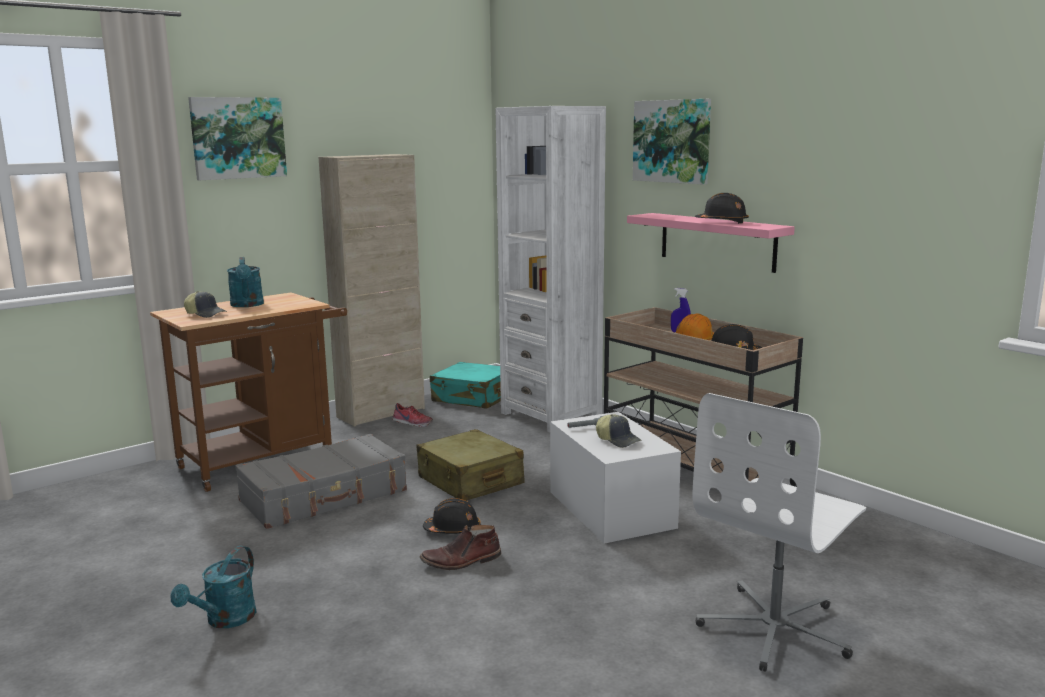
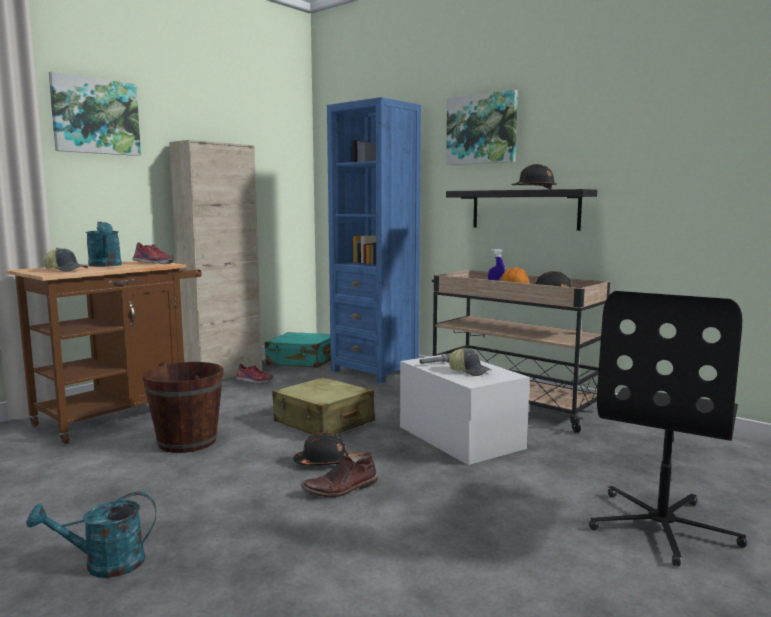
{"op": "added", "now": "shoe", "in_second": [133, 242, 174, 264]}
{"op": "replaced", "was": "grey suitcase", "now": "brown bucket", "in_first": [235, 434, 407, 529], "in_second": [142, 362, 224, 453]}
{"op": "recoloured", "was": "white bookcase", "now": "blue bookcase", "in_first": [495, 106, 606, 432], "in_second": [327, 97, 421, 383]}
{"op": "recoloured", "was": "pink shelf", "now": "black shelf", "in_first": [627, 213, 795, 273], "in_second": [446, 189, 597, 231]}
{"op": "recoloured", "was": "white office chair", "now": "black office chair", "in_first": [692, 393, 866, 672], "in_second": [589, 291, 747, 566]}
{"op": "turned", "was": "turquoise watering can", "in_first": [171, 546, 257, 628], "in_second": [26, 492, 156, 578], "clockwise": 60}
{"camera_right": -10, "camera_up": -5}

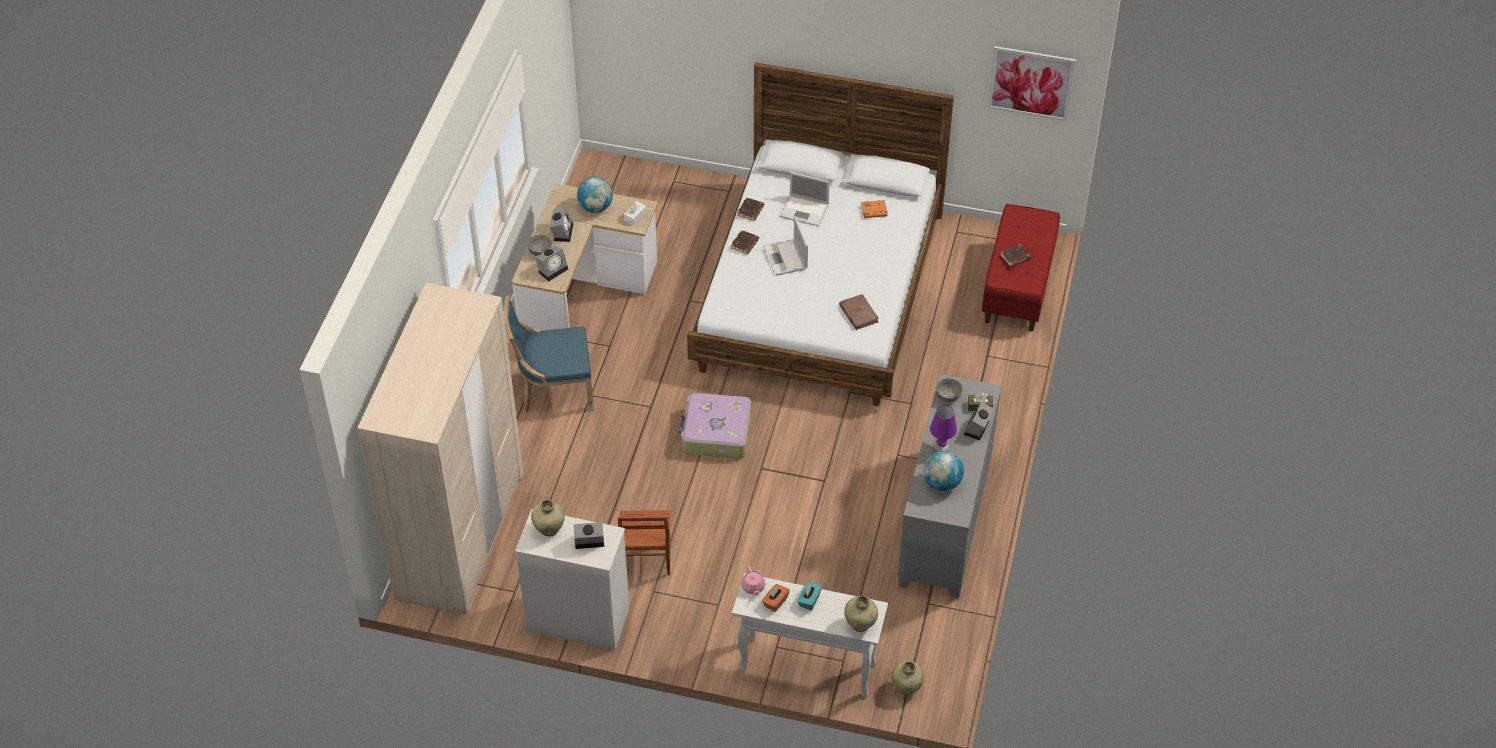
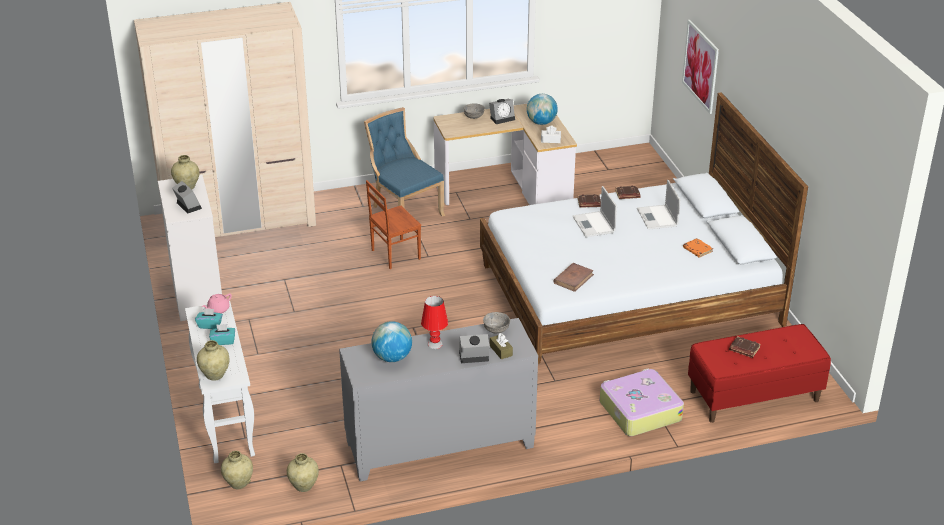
{"op": "removed", "was": "alarm clock", "in_first": [535, 245, 568, 281]}
{"op": "added", "now": "beige vase", "in_second": [287, 453, 319, 492]}
{"op": "moved", "was": "brown chair", "in_first": [618, 510, 671, 575], "in_second": [366, 180, 421, 269]}
{"op": "moved", "was": "suitcase", "in_first": [678, 393, 751, 459], "in_second": [600, 368, 684, 436]}
{"op": "moved", "was": "picture", "in_first": [987, 46, 1076, 122], "in_second": [682, 20, 719, 114]}
{"op": "recoloured", "was": "orange tissue box", "now": "turquoise tissue box", "in_first": [762, 584, 790, 612], "in_second": [195, 308, 223, 329]}
{"op": "recoloured", "was": "purple table lamp", "now": "red table lamp", "in_first": [930, 405, 957, 451], "in_second": [421, 296, 448, 349]}
{"op": "turned", "was": "laptop", "in_first": [763, 217, 808, 276], "in_second": [573, 186, 617, 237], "clockwise": -60}
{"camera_right": 60, "camera_up": -15}

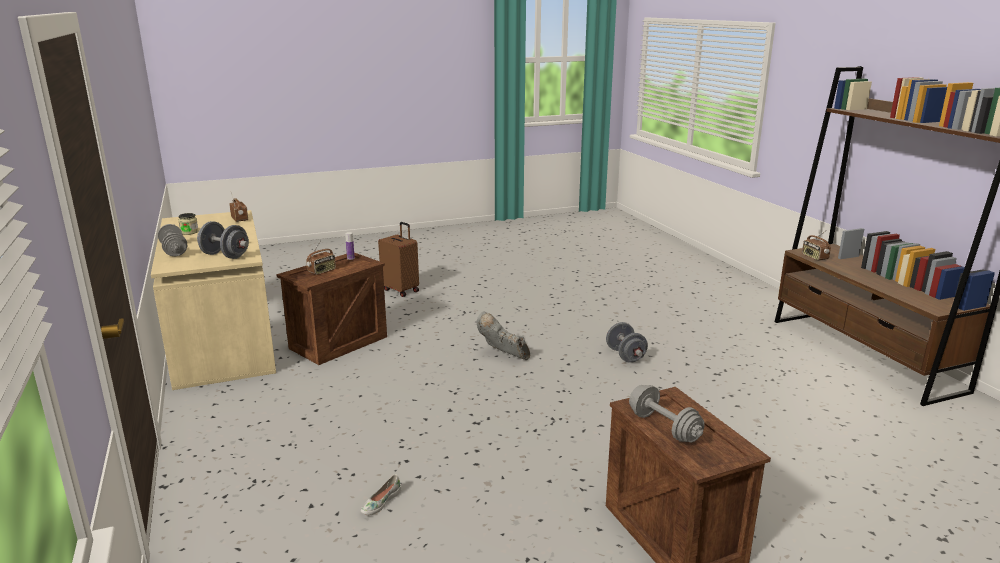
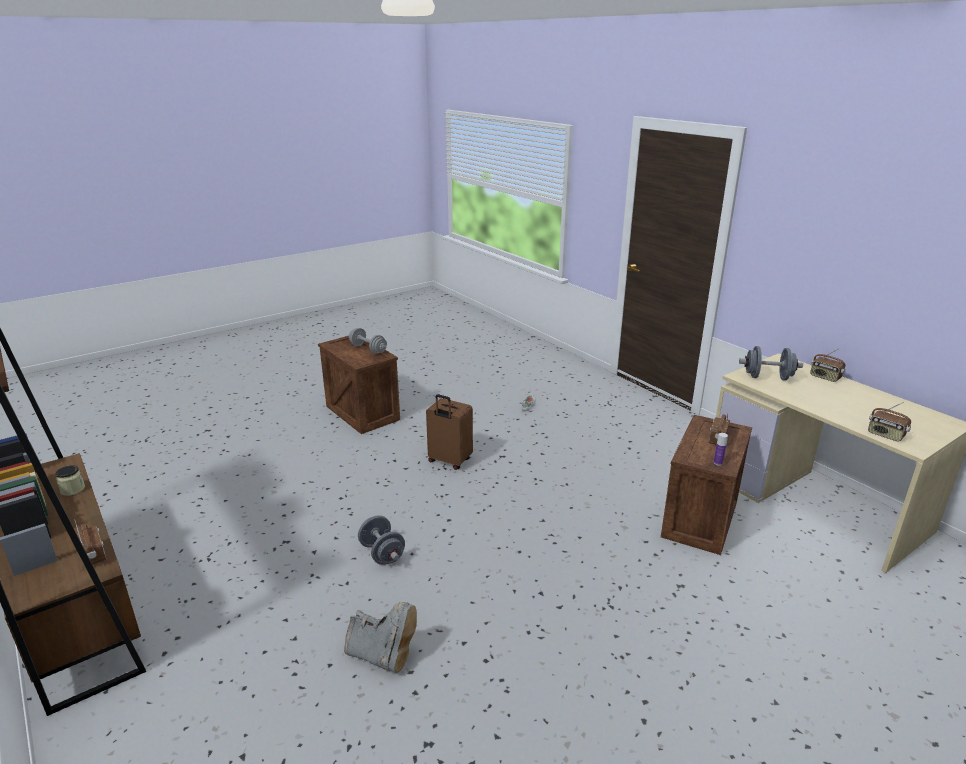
{"op": "moved", "was": "jar", "in_first": [178, 213, 199, 235], "in_second": [55, 465, 85, 496]}
{"op": "moved", "was": "brown suitcase", "in_first": [378, 222, 419, 297], "in_second": [426, 394, 473, 470]}
{"op": "moved", "was": "grey boot", "in_first": [477, 312, 530, 360], "in_second": [344, 602, 417, 673]}
{"op": "replaced", "was": "grey dumbbell", "now": "radio", "in_first": [158, 224, 188, 257], "in_second": [810, 349, 845, 382]}
{"camera_right": 165, "camera_up": 5}

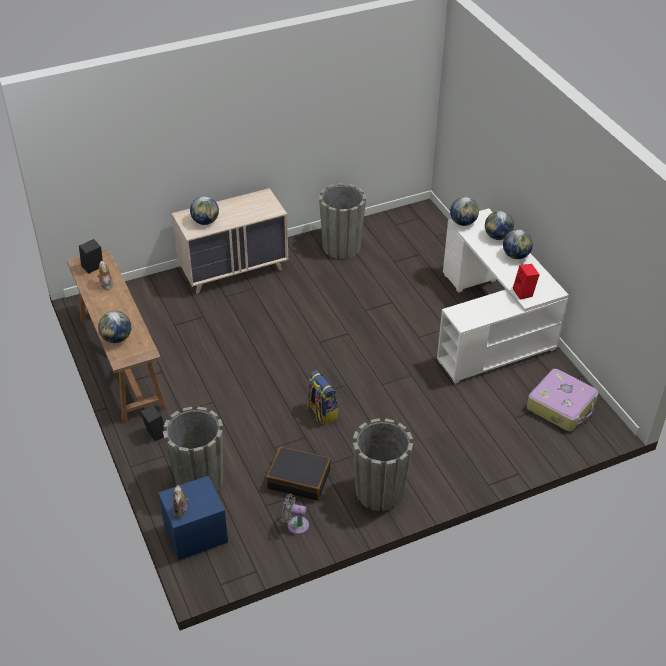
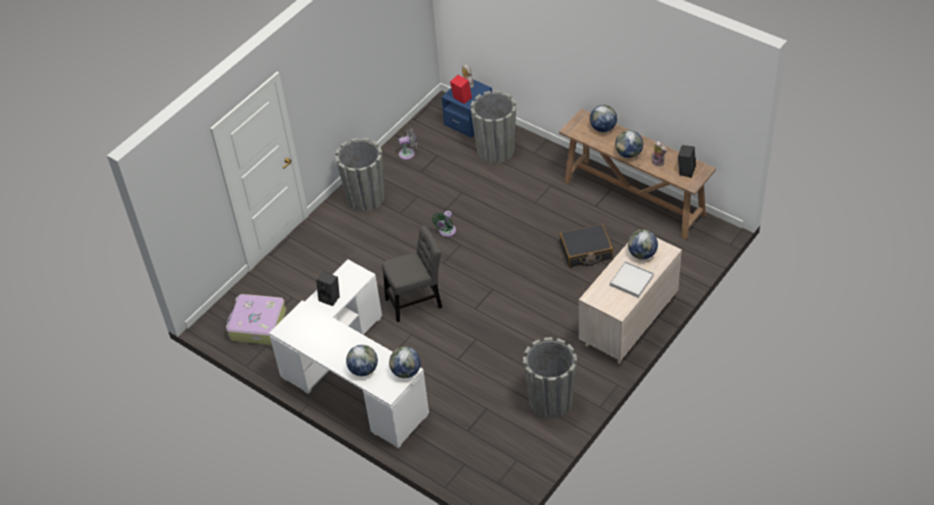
{"op": "added", "now": "grey chair", "in_second": [382, 225, 442, 322]}
{"op": "added", "now": "white tray", "in_second": [610, 261, 654, 298]}
{"op": "moved", "was": "black speaker", "in_first": [140, 405, 164, 441], "in_second": [316, 272, 340, 306]}
{"op": "moved", "was": "black suitcase", "in_first": [266, 447, 331, 501], "in_second": [559, 224, 613, 267]}
{"op": "moved", "was": "globe", "in_first": [503, 229, 533, 259], "in_second": [615, 130, 643, 158]}
{"op": "moved", "was": "red speaker", "in_first": [513, 264, 540, 300], "in_second": [450, 75, 472, 104]}
{"op": "replaced", "was": "backpack", "now": "green fan", "in_first": [307, 370, 338, 425], "in_second": [432, 211, 456, 237]}
{"camera_right": 155, "camera_up": 5}

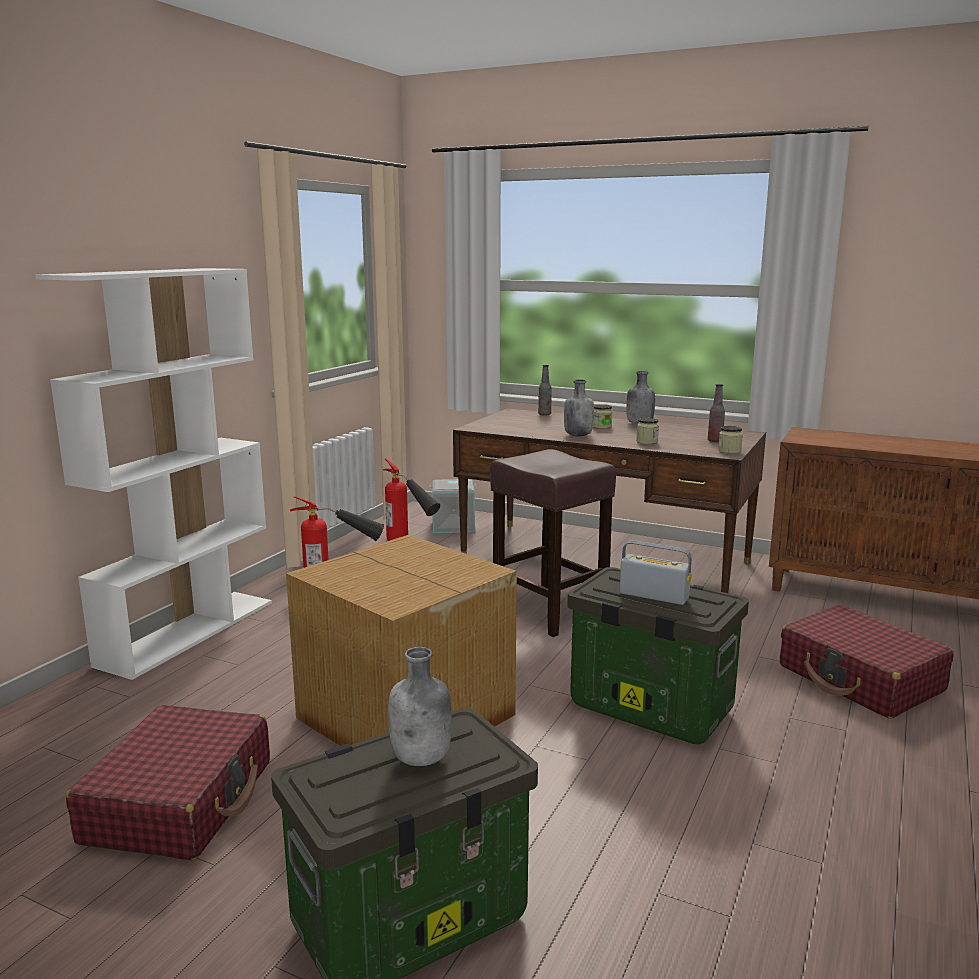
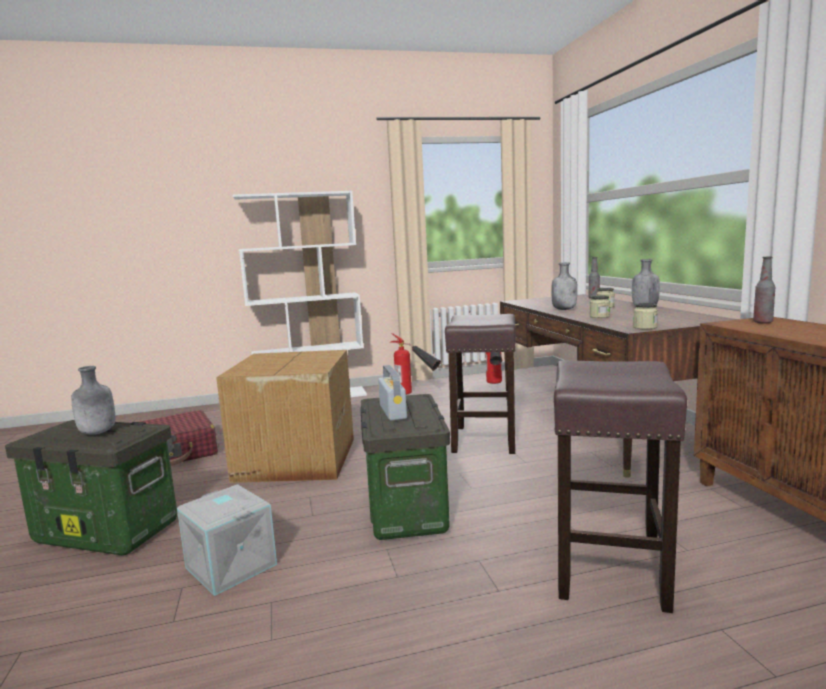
{"op": "moved", "was": "grey storage box", "in_first": [429, 479, 477, 533], "in_second": [177, 484, 277, 596]}
{"op": "moved", "was": "bottle", "in_first": [708, 384, 725, 442], "in_second": [753, 257, 775, 324]}
{"op": "replaced", "was": "red suitcase", "now": "brown stool", "in_first": [780, 605, 954, 719], "in_second": [554, 360, 687, 613]}
{"camera_right": 50, "camera_up": -5}

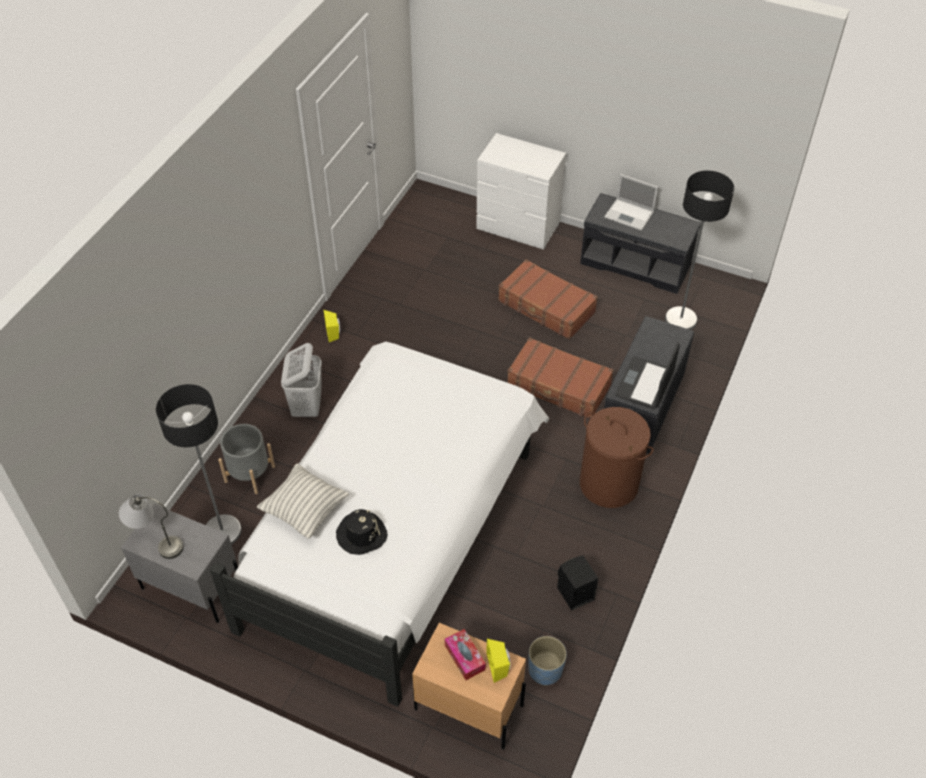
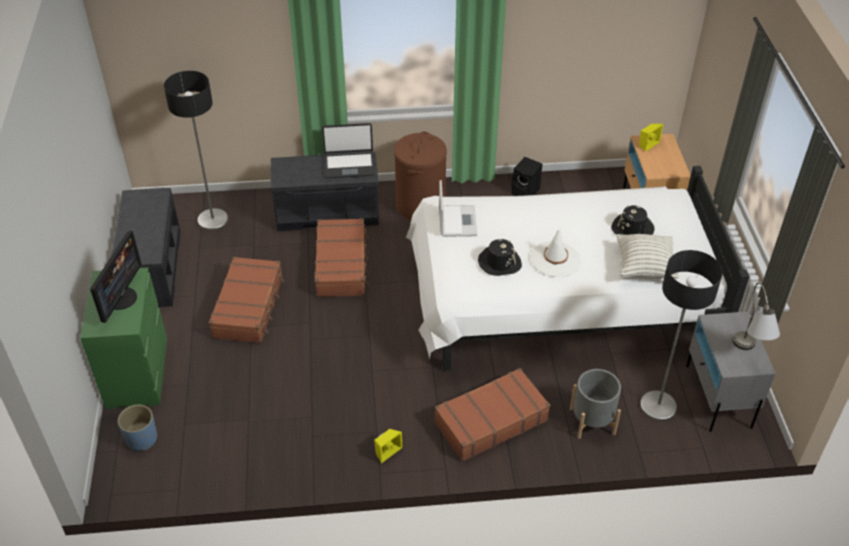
{"op": "removed", "was": "tissue box", "in_first": [445, 629, 486, 680]}
{"op": "added", "now": "monitor", "in_second": [90, 231, 141, 323]}
{"op": "added", "now": "black hat", "in_second": [478, 239, 522, 276]}
{"op": "added", "now": "white hat", "in_second": [530, 227, 581, 277]}
{"op": "moved", "was": "blue planter", "in_first": [528, 636, 567, 686], "in_second": [118, 405, 157, 451]}
{"op": "moved", "was": "laptop", "in_first": [604, 174, 659, 231], "in_second": [439, 180, 477, 237]}
{"op": "replaced", "was": "white laundry basket", "now": "brown suitcase", "in_first": [281, 343, 322, 417], "in_second": [434, 368, 550, 462]}
{"op": "recoloured", "was": "white dresser", "now": "green dresser", "in_first": [476, 133, 566, 249], "in_second": [80, 267, 167, 409]}
{"camera_right": -120, "camera_up": -5}

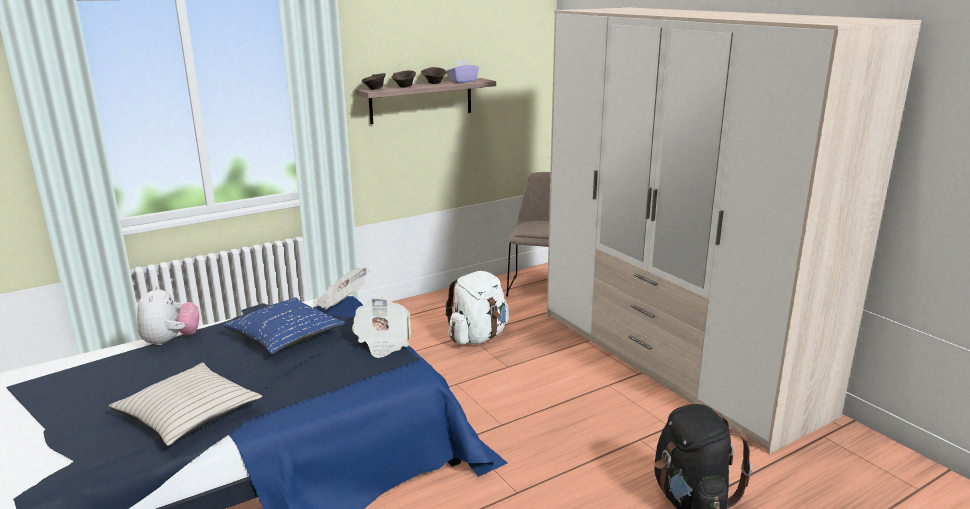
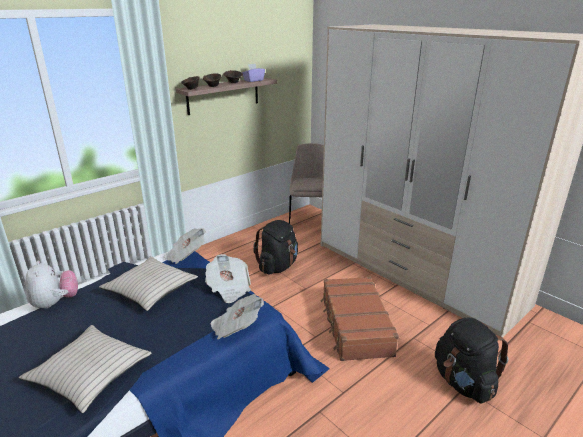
{"op": "added", "now": "newspaper", "in_second": [211, 294, 264, 340]}
{"op": "added", "now": "brown suitcase", "in_second": [321, 277, 399, 361]}
{"op": "recoloured", "was": "blue pillow", "now": "beige pillow", "in_first": [222, 297, 345, 355], "in_second": [99, 257, 198, 311]}
{"op": "recoloured", "was": "white backpack", "now": "black backpack", "in_first": [445, 271, 509, 345], "in_second": [253, 220, 298, 274]}
{"camera_right": -10, "camera_up": 5}

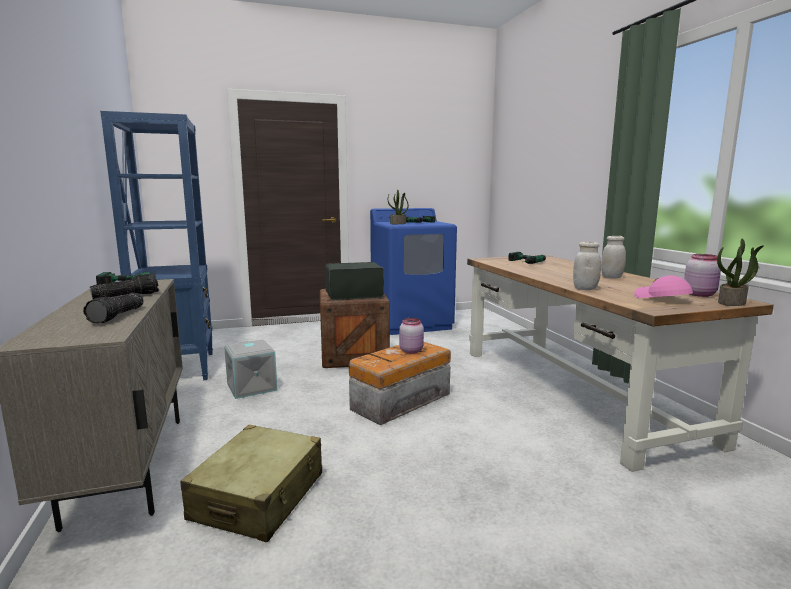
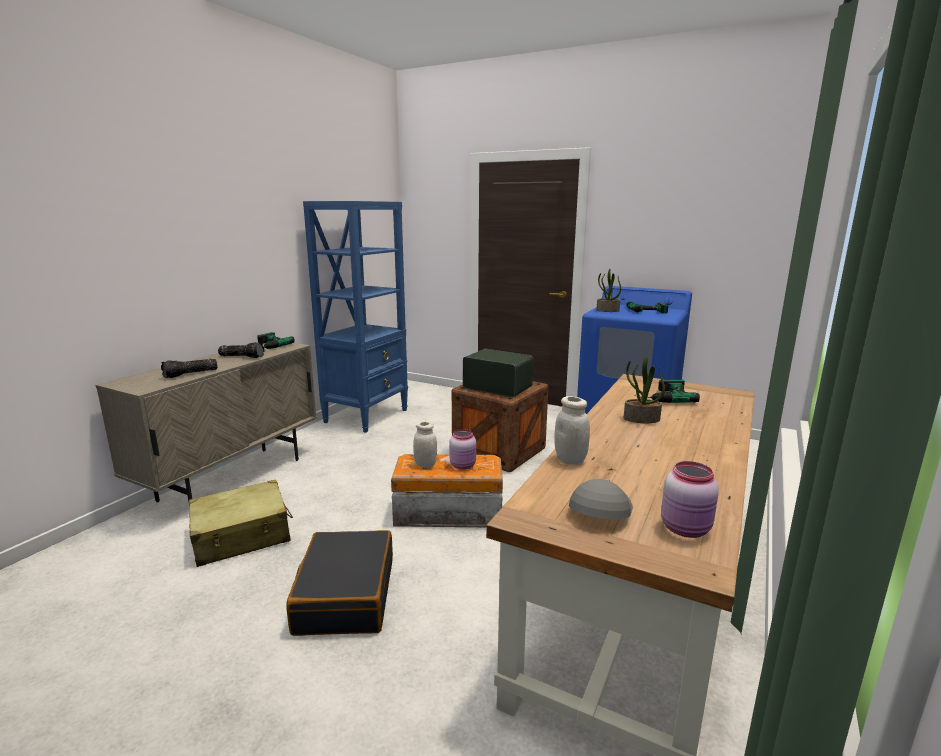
{"op": "removed", "was": "grey storage box", "in_first": [224, 340, 277, 399]}
{"op": "added", "now": "black suitcase", "in_second": [287, 530, 393, 636]}
{"op": "moved", "was": "white jar", "in_first": [601, 236, 626, 278], "in_second": [413, 422, 437, 468]}
{"op": "moved", "was": "potted plant", "in_first": [717, 239, 764, 306], "in_second": [624, 356, 665, 423]}
{"op": "recoloured", "was": "pink cap", "now": "grey cap", "in_first": [634, 275, 693, 298], "in_second": [569, 479, 633, 519]}
{"camera_right": 45, "camera_up": 5}

